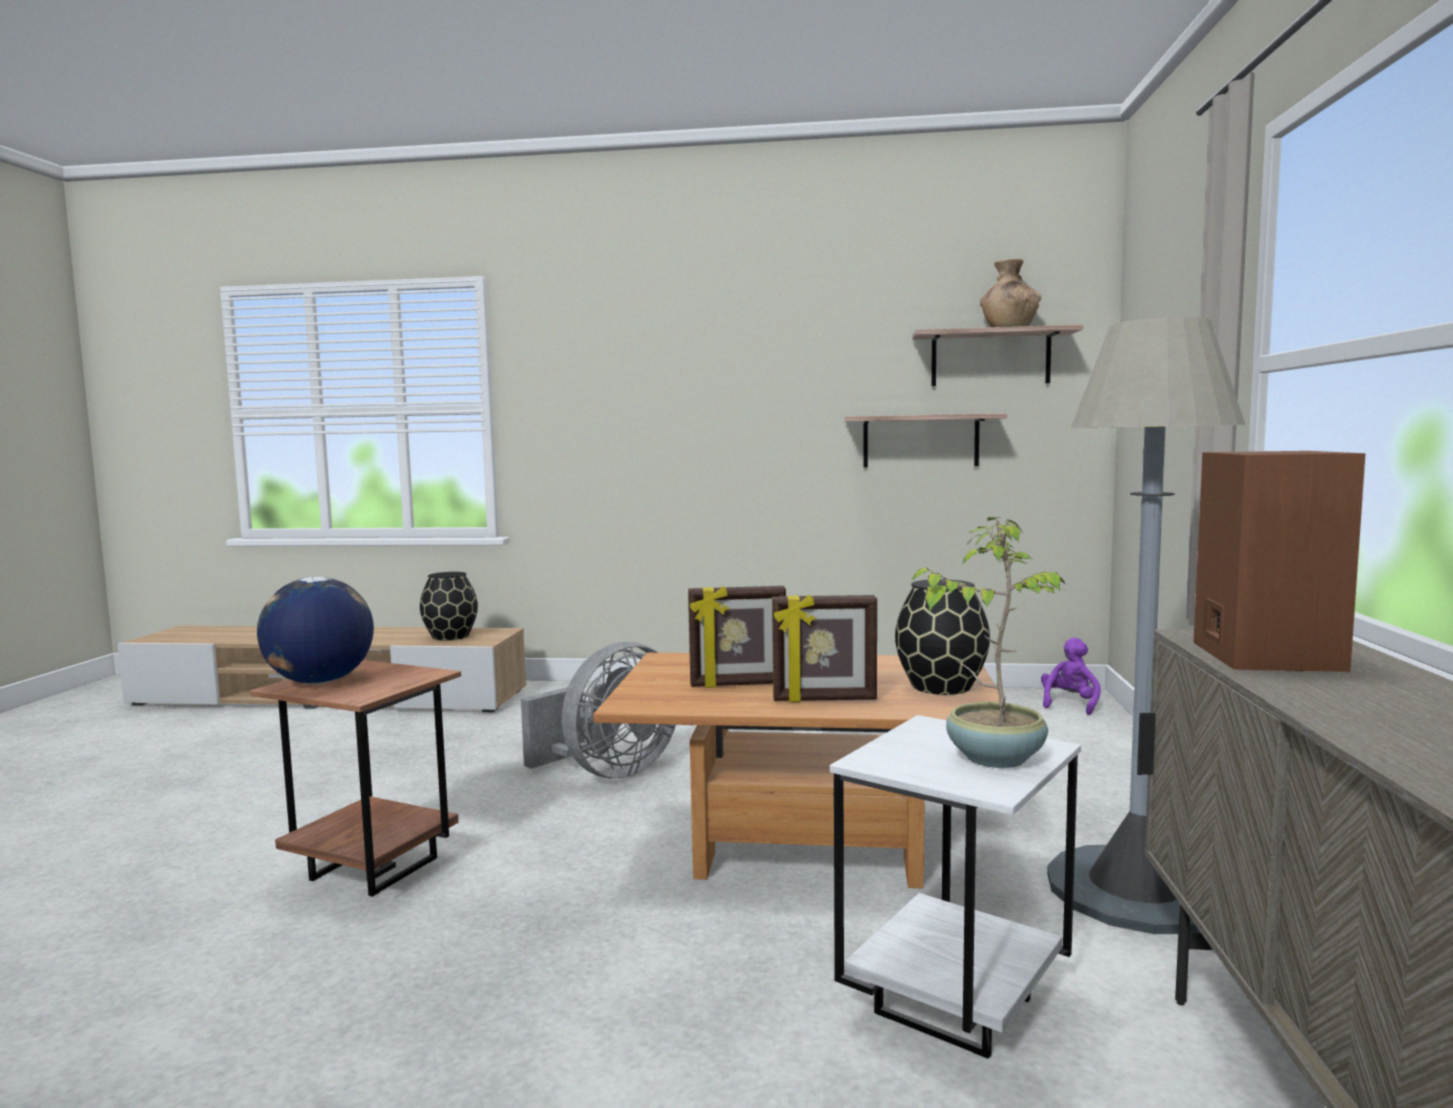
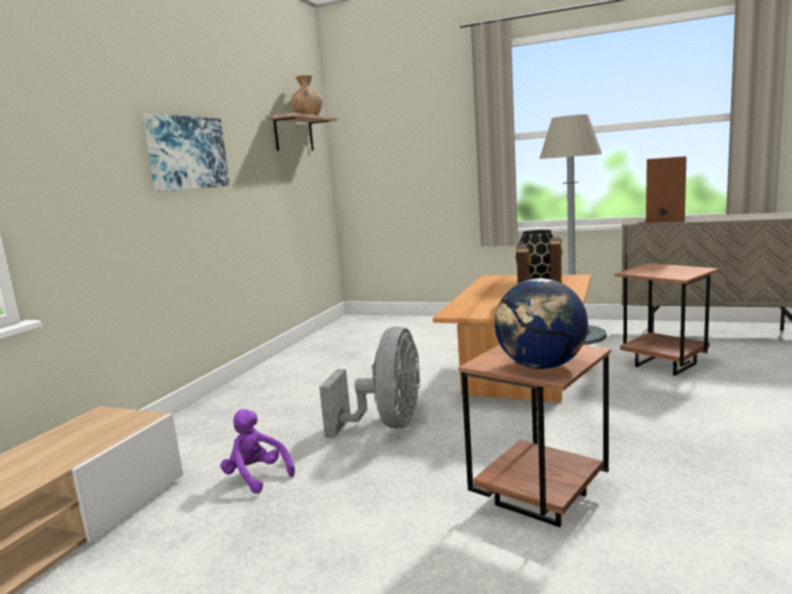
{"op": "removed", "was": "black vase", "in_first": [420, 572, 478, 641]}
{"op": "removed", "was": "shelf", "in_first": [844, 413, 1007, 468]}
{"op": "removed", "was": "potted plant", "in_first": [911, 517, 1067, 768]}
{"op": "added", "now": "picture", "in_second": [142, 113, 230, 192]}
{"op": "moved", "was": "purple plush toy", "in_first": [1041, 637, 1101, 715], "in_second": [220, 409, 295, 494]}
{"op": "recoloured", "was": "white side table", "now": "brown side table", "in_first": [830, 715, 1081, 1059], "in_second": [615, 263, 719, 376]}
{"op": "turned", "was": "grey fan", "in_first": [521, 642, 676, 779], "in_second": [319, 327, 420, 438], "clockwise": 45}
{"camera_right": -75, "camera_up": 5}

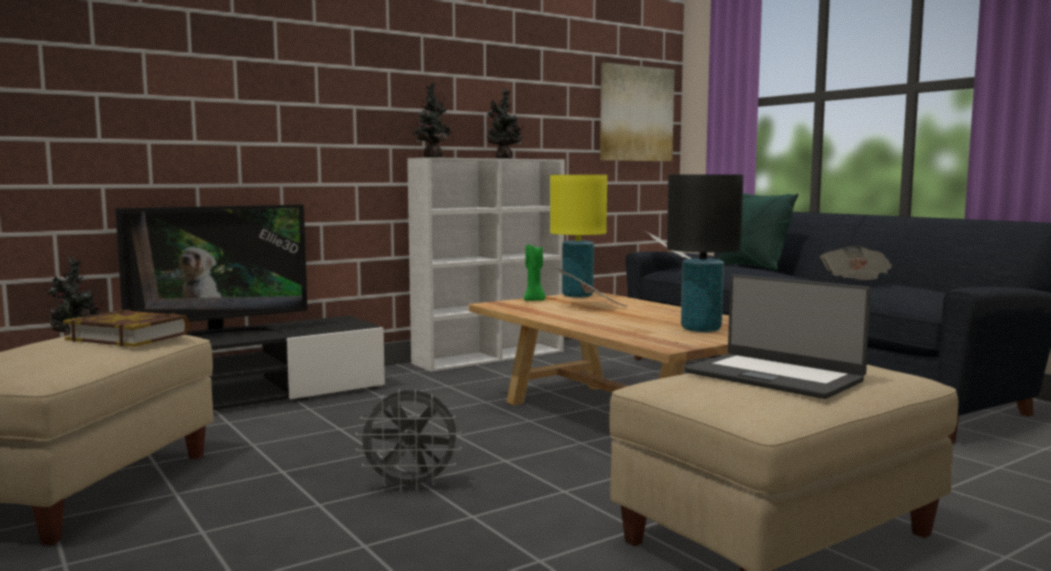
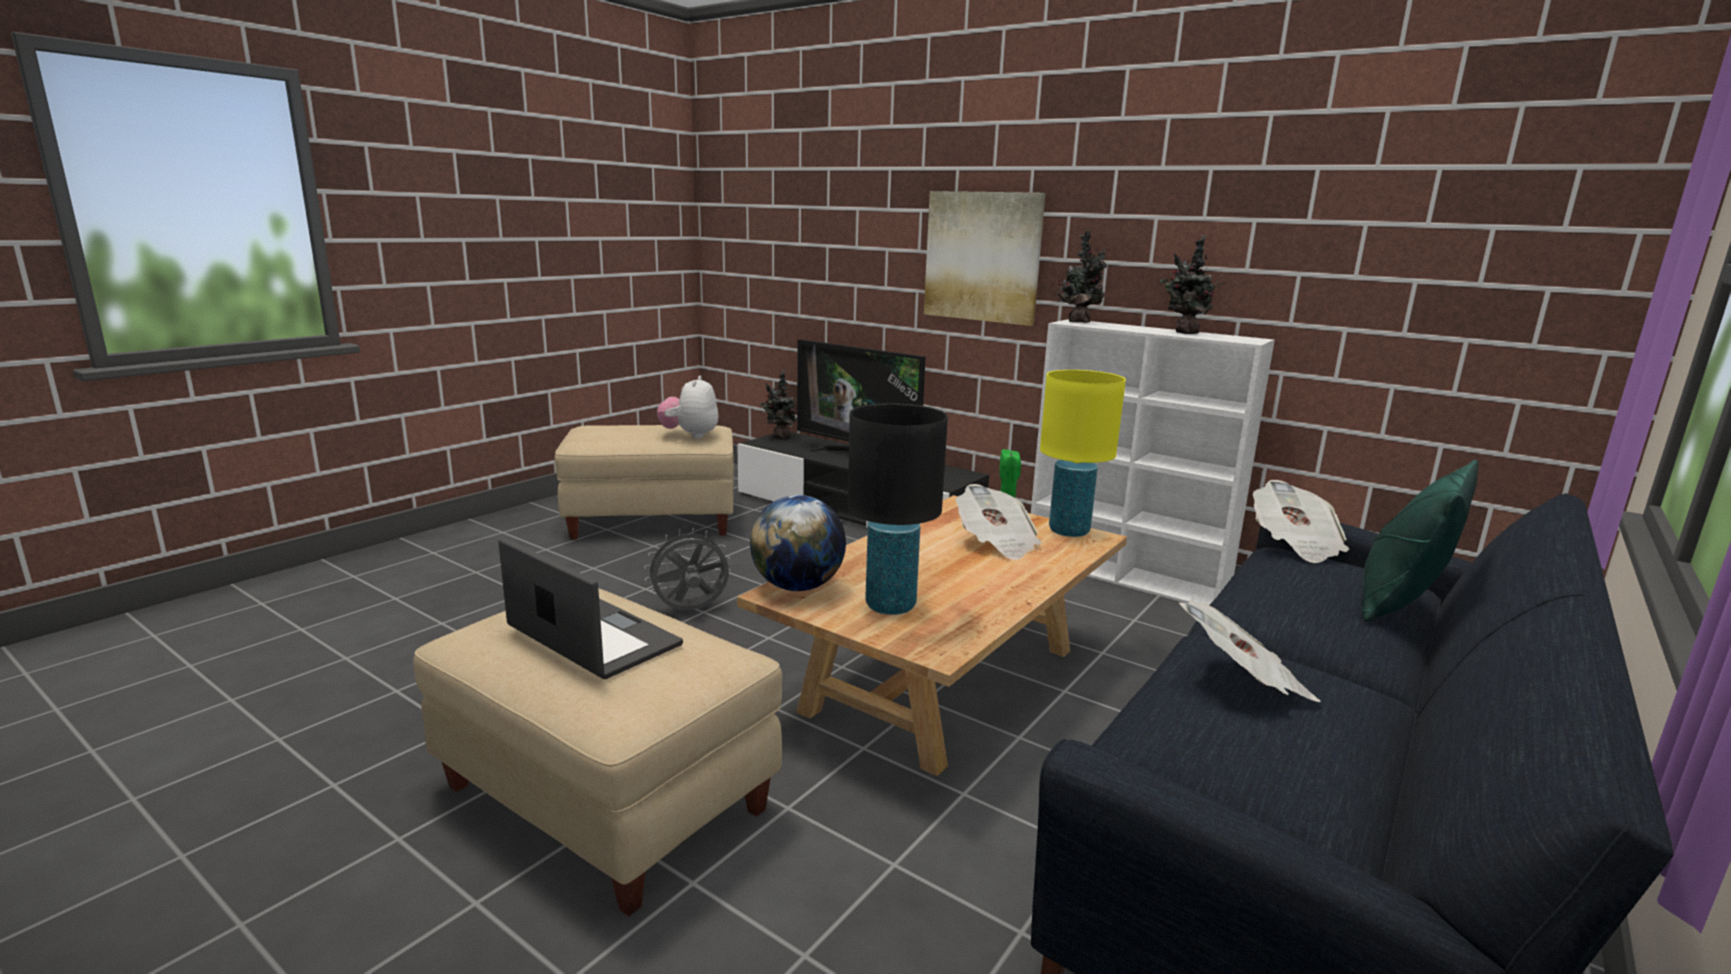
{"op": "added", "now": "globe", "in_second": [750, 495, 846, 591]}
{"op": "moved", "was": "picture", "in_first": [600, 63, 674, 161], "in_second": [924, 191, 1045, 326]}
{"op": "replaced", "was": "book", "now": "plush toy", "in_first": [63, 310, 190, 347], "in_second": [657, 376, 718, 439]}
{"op": "turned", "was": "grey fan", "in_first": [355, 389, 461, 492], "in_second": [644, 528, 730, 610], "clockwise": 90}
{"op": "turned", "was": "laptop", "in_first": [685, 274, 871, 399], "in_second": [498, 538, 683, 679], "clockwise": 105}
{"camera_right": 70, "camera_up": 10}

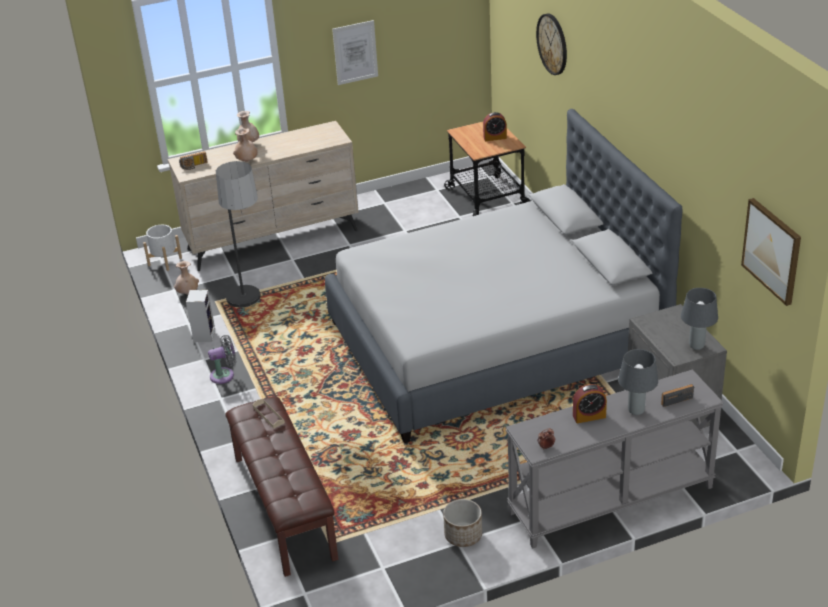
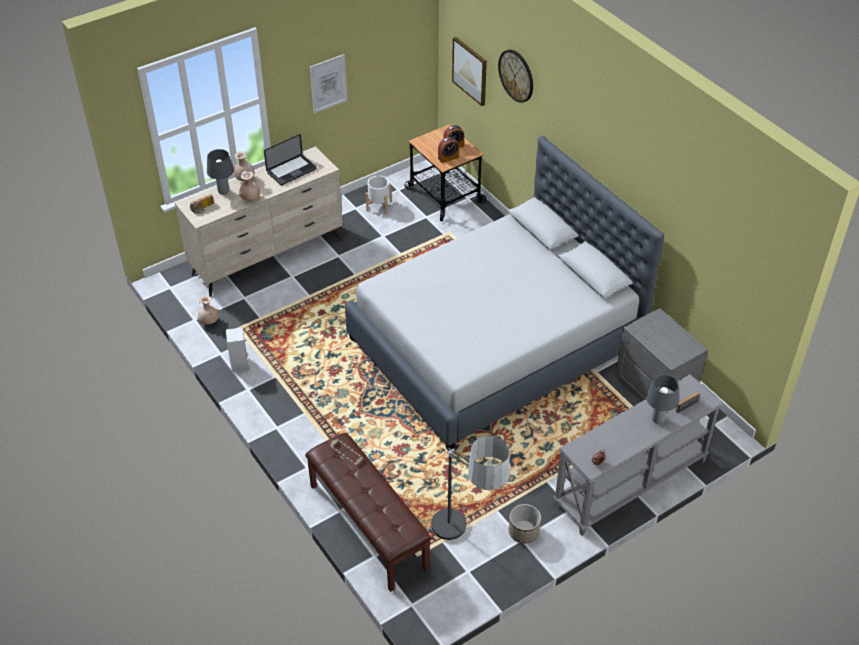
{"op": "removed", "was": "grey fan", "in_first": [208, 335, 236, 384]}
{"op": "added", "now": "laptop", "in_second": [264, 134, 317, 185]}
{"op": "moved", "was": "white planter", "in_first": [143, 225, 182, 271], "in_second": [366, 176, 392, 214]}
{"op": "moved", "was": "floor lamp", "in_first": [216, 161, 261, 308], "in_second": [431, 436, 510, 540]}
{"op": "moved", "was": "alarm clock", "in_first": [573, 384, 607, 423], "in_second": [438, 137, 459, 163]}
{"op": "moved", "was": "grey table lamp", "in_first": [681, 288, 718, 350], "in_second": [207, 149, 234, 195]}
{"op": "moved", "was": "picture", "in_first": [741, 198, 801, 306], "in_second": [452, 37, 487, 106]}
{"camera_right": -15, "camera_up": 10}

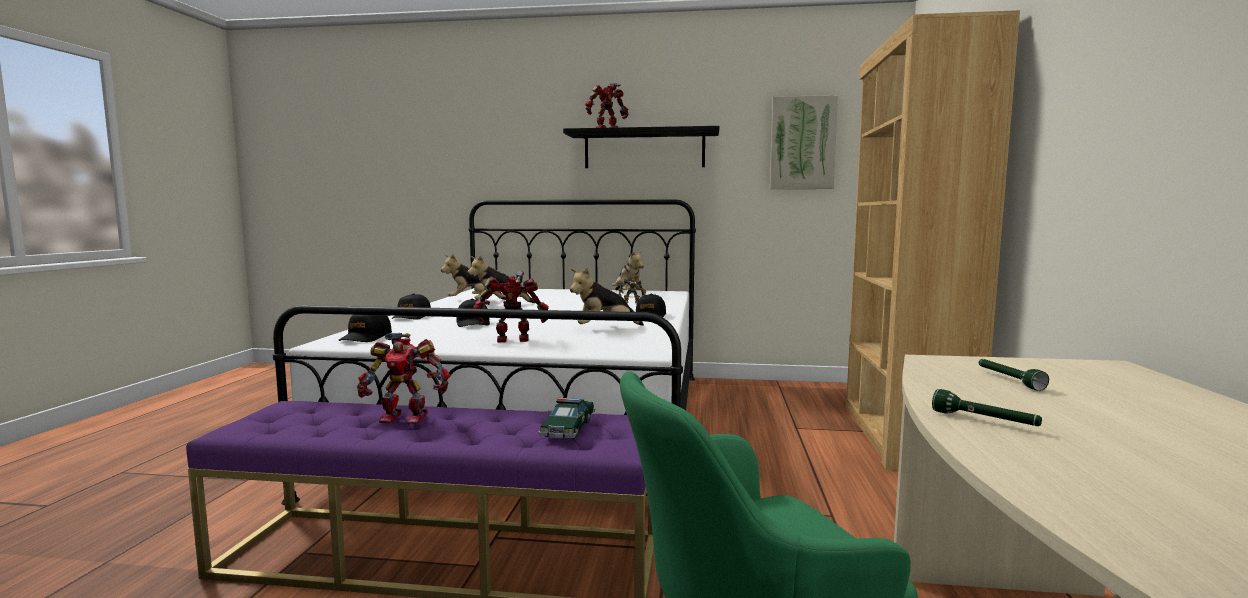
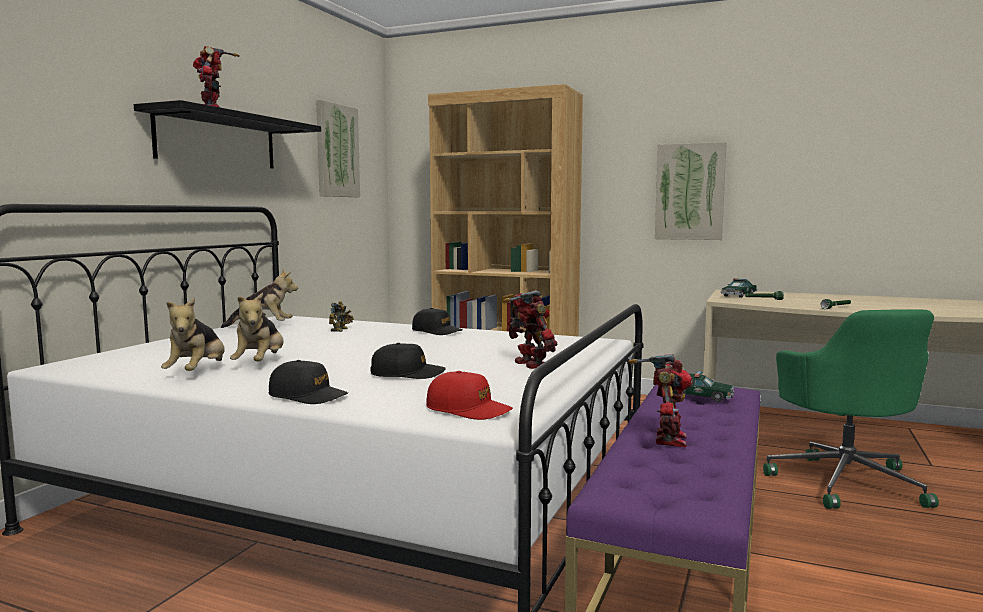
{"op": "removed", "was": "plush toy", "in_first": [570, 268, 644, 326]}
{"op": "added", "now": "picture", "in_second": [655, 142, 727, 240]}
{"op": "added", "now": "toy car", "in_second": [721, 278, 757, 298]}
{"op": "recoloured", "was": "black cap", "now": "red cap", "in_first": [338, 315, 392, 342], "in_second": [426, 371, 513, 420]}
{"op": "turned", "was": "toy robot", "in_first": [473, 271, 549, 343], "in_second": [503, 290, 557, 369], "clockwise": 150}
{"camera_right": -75, "camera_up": 0}

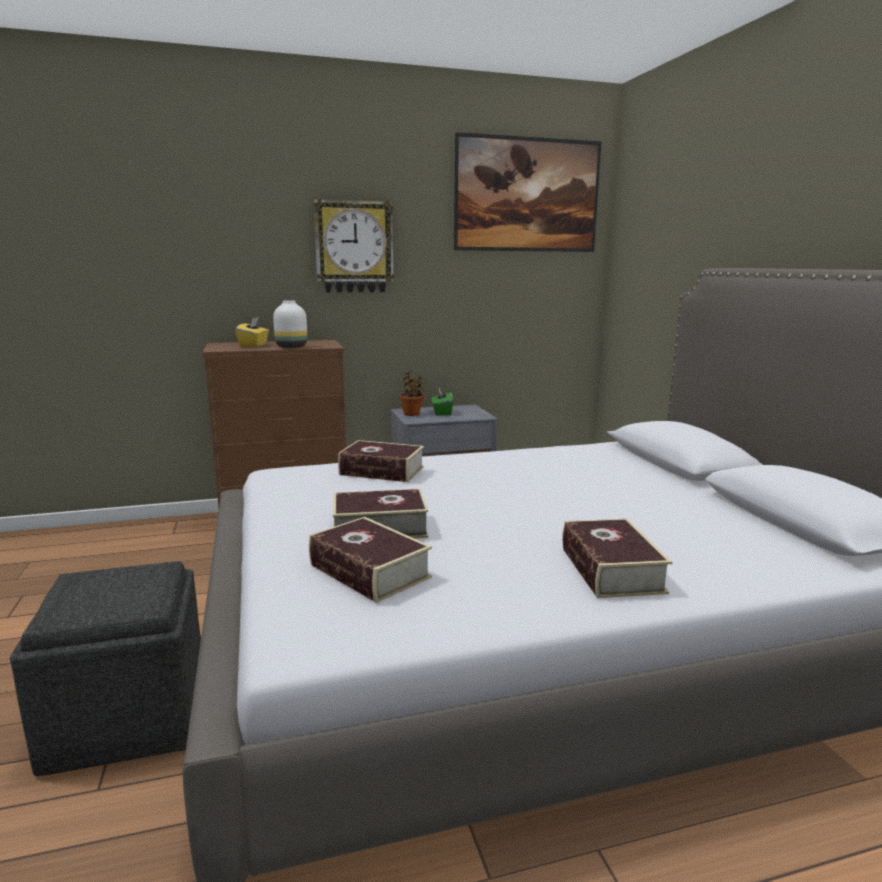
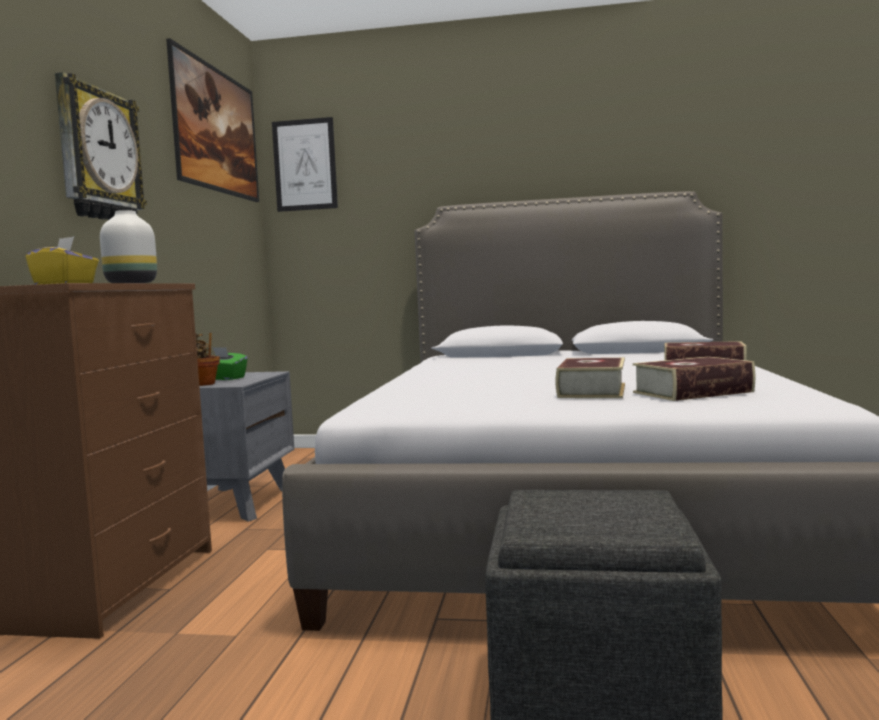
{"op": "removed", "was": "book", "in_first": [338, 440, 424, 482]}
{"op": "added", "now": "picture", "in_second": [272, 117, 338, 212]}
{"camera_right": -65, "camera_up": -10}

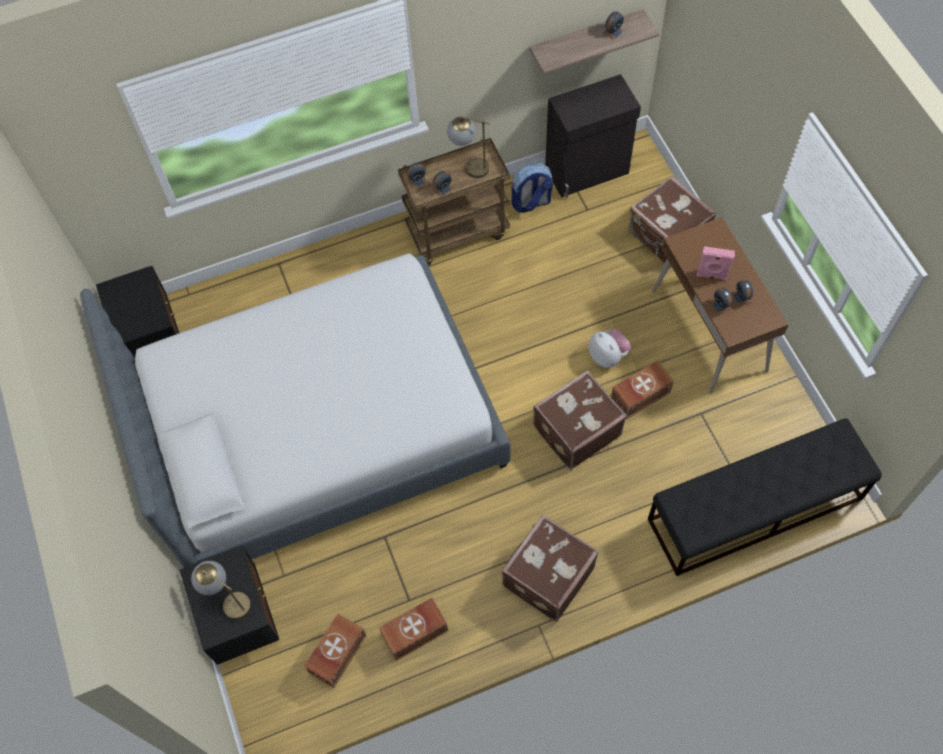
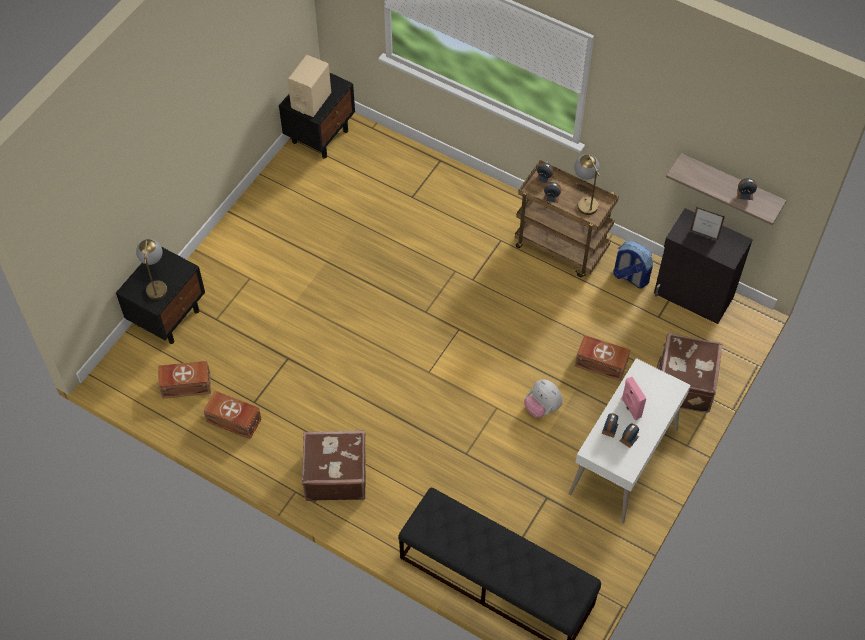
{"op": "removed", "was": "bed", "in_first": [80, 253, 510, 567]}
{"op": "removed", "was": "brown suitcase", "in_first": [533, 370, 627, 470]}
{"op": "added", "now": "beige speaker", "in_second": [287, 55, 331, 117]}
{"op": "added", "now": "picture frame", "in_second": [690, 207, 725, 240]}
{"op": "moved", "was": "brown storage box", "in_first": [611, 360, 674, 419], "in_second": [575, 335, 630, 381]}
{"op": "recoloured", "was": "brown desk", "now": "white desk", "in_first": [652, 217, 789, 394], "in_second": [569, 358, 691, 523]}
{"op": "turned", "was": "plush toy", "in_first": [589, 329, 631, 368], "in_second": [524, 379, 563, 418], "clockwise": 120}
{"camera_right": 50, "camera_up": -5}

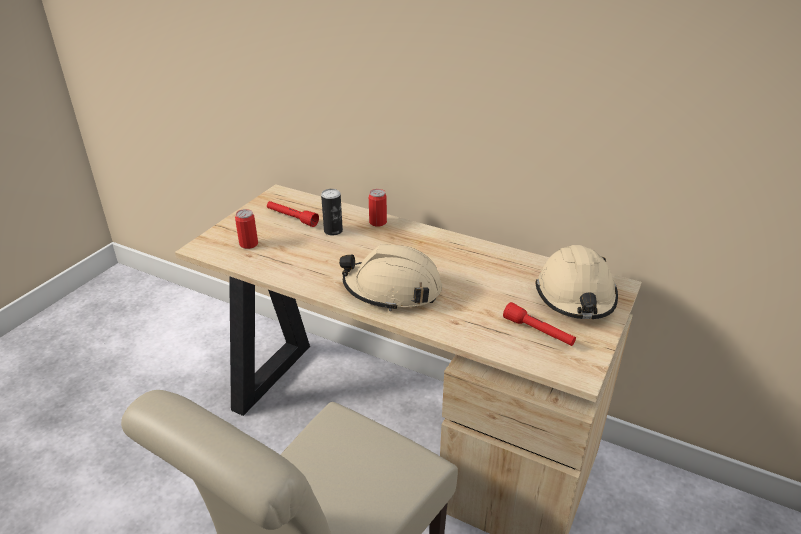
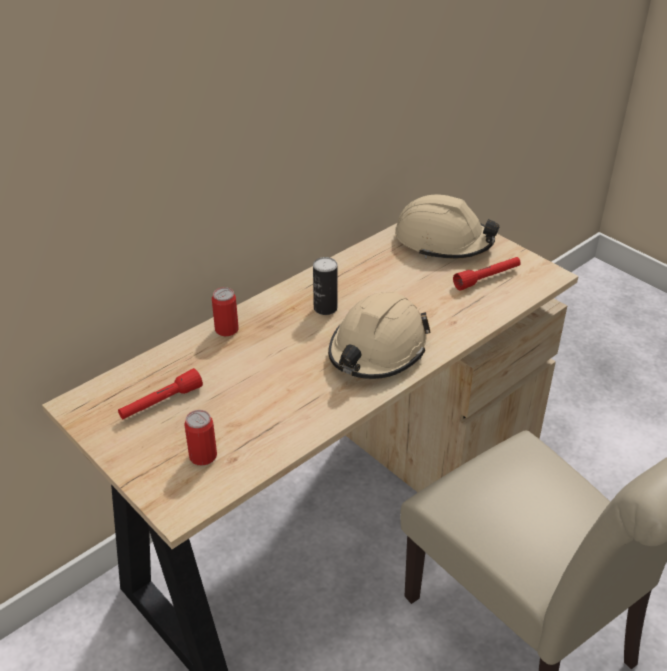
{"op": "moved", "was": "can", "in_first": [321, 189, 343, 236], "in_second": [313, 257, 338, 315]}
{"camera_right": -70, "camera_up": 5}

